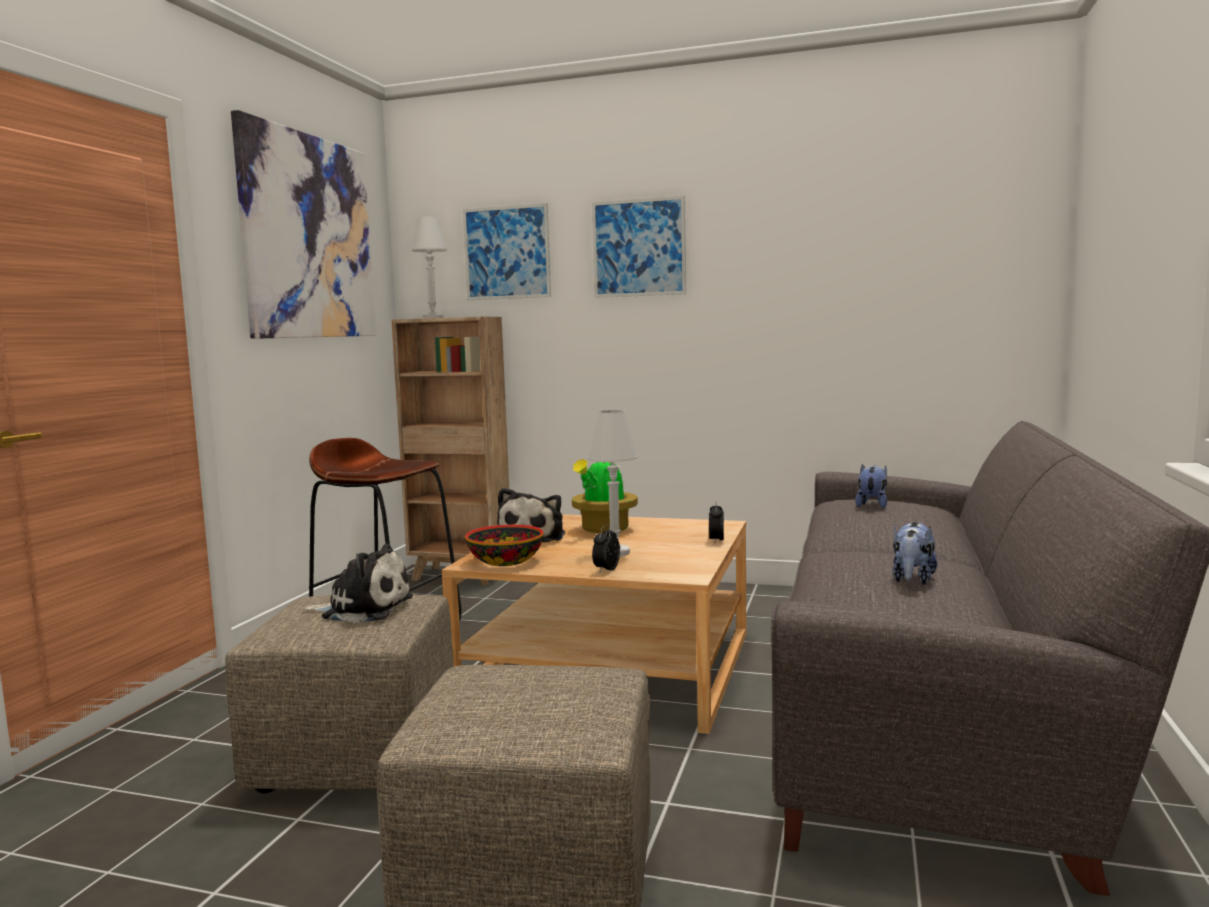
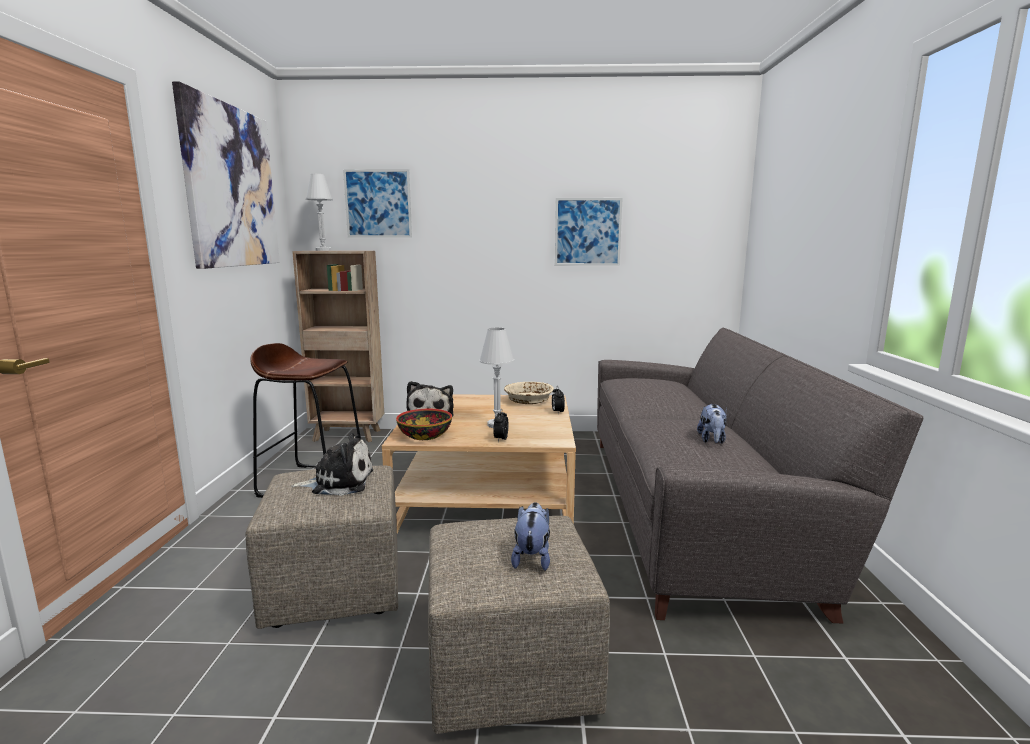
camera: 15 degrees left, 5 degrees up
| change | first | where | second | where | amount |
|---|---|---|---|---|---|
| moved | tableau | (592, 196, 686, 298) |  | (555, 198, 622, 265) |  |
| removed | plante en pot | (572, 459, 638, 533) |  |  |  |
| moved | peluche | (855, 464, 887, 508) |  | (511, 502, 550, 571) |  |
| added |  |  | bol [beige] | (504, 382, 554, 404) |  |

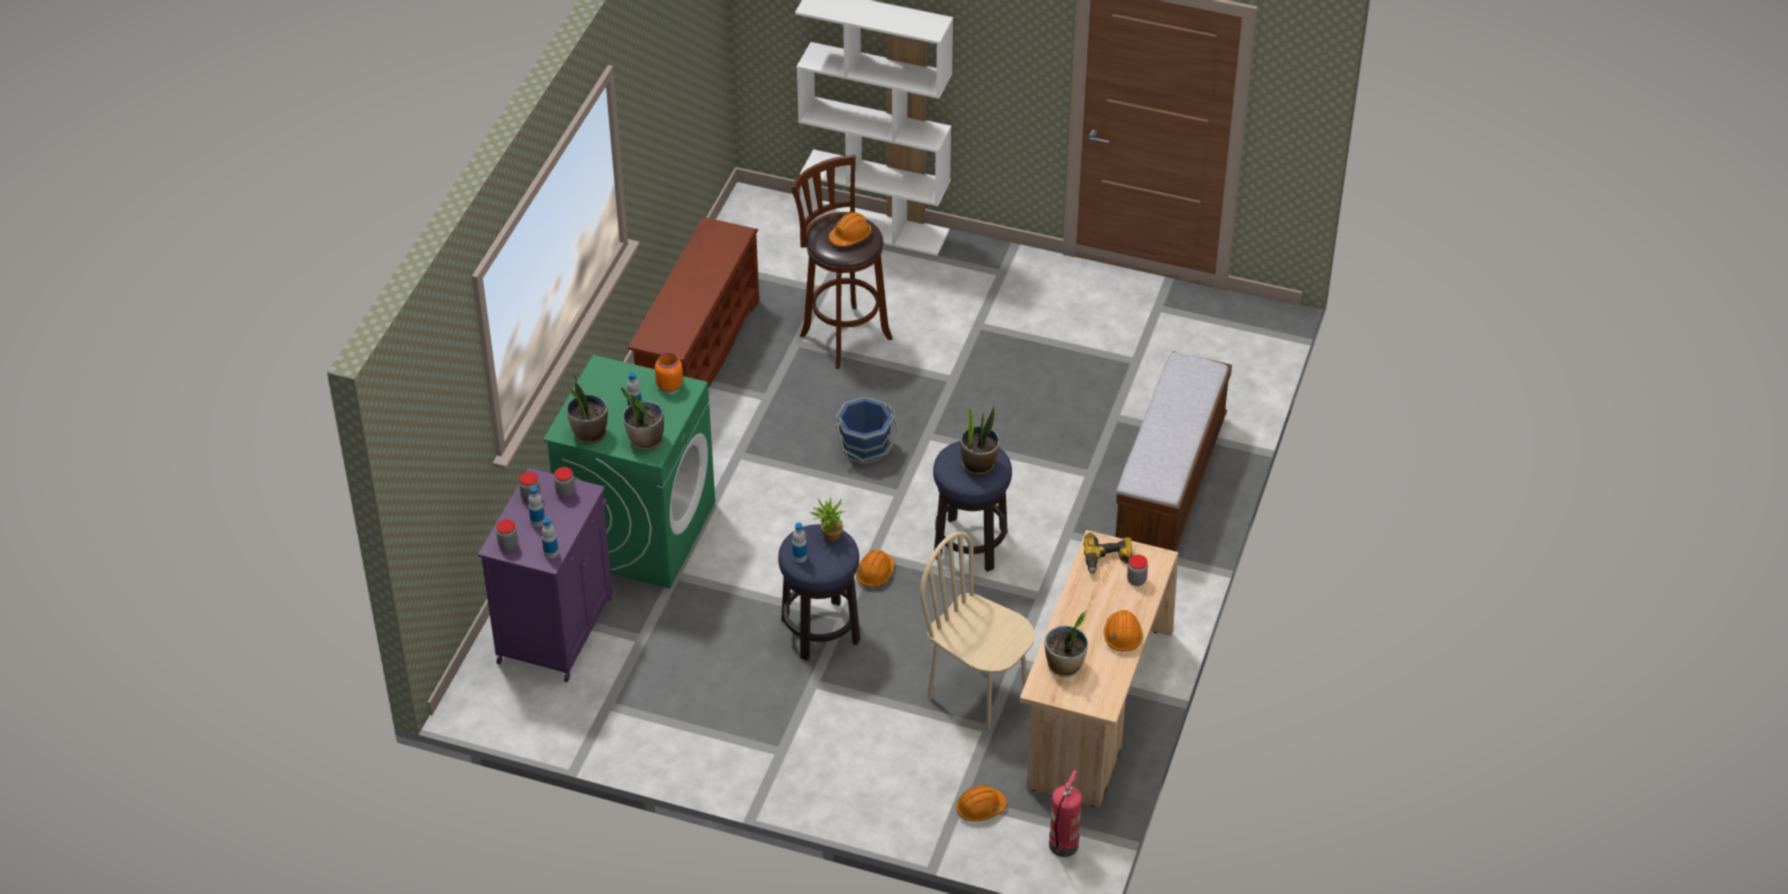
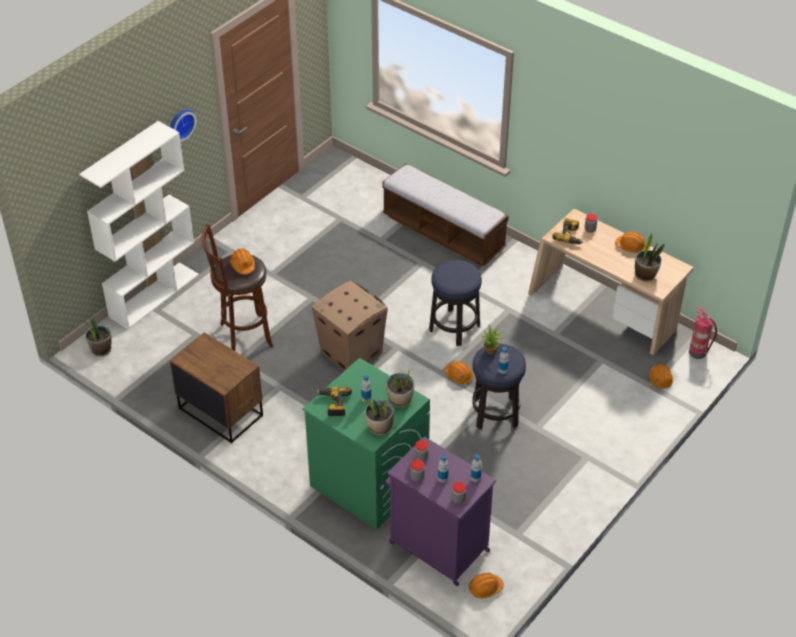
camera: 70 degrees left, 0 degrees up
| change | first | where | second | where | amount |
|---|---|---|---|---|---|
| replaced | étagère à chaussures [marron] | (628, 217, 759, 388) | table de chevet [marron] | (170, 332, 263, 444) |  |
| removed | bocal [orange] | (655, 353, 683, 392) |  |  |  |
| replaced | seau [bleu] | (836, 397, 900, 465) | carton | (312, 280, 388, 371) |  |
| moved | plante en pot | (960, 404, 1000, 475) |  | (84, 312, 112, 356) |  |
| removed | chaise [beige] | (920, 531, 1035, 731) |  |  |  |
| added |  |  | horloge murale | (170, 109, 197, 142) |  |
| added |  |  | perceuse | (316, 387, 352, 416) |  |
| added |  |  | casque de chantier [orange] | (469, 573, 504, 598) |  |

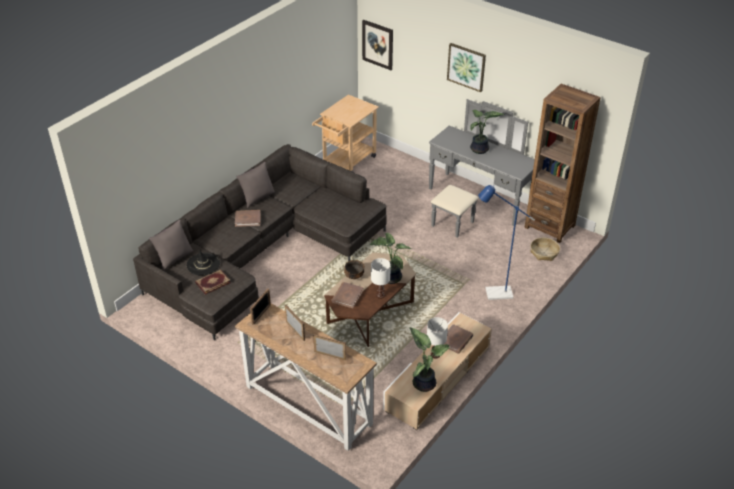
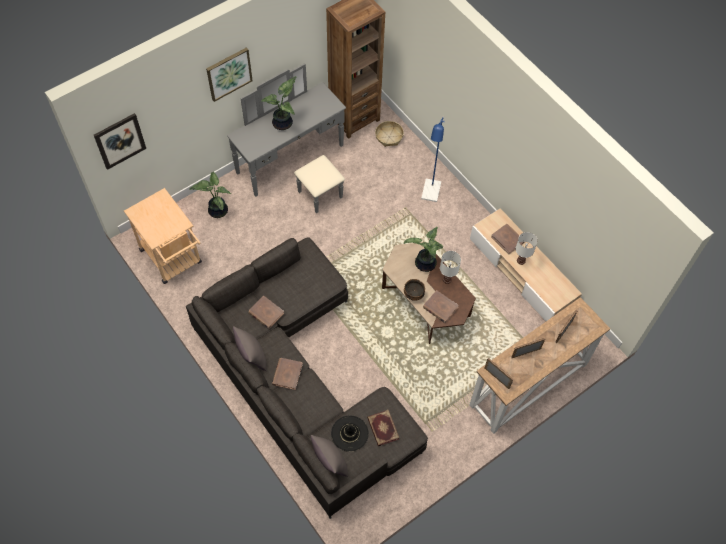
camera: 75 degrees left, 20 degrees up
| change | first | where | second | where | amount |
|---|---|---|---|---|---|
| moved | plante en pot | (409, 328, 450, 392) |  | (189, 172, 231, 218) |  |
| added |  |  | livre [marron] | (248, 296, 284, 329) |  |

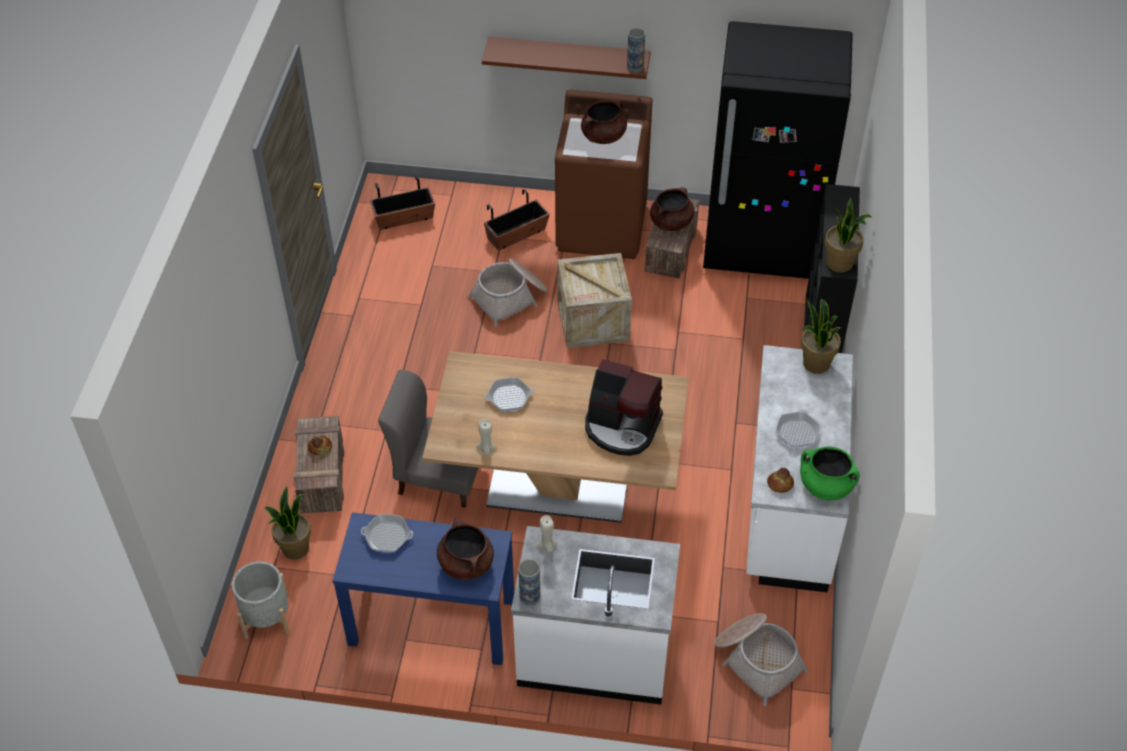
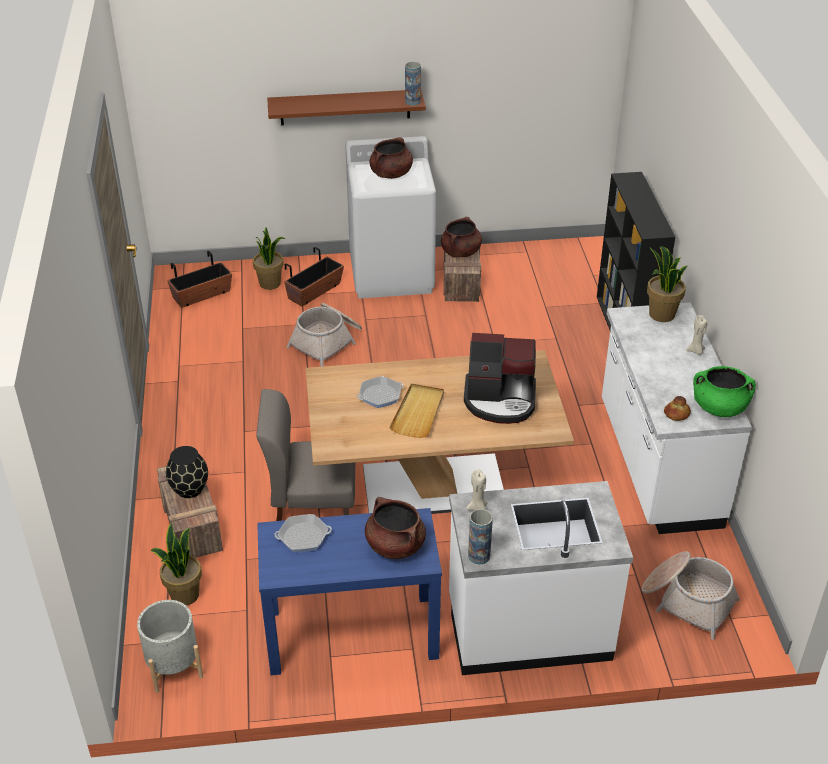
camera: 15 degrees left, 10 degrees down
| change | first | where | second | where | amount |
|---|---|---|---|---|---|
| removed | réfrigérateur [noir] | (703, 21, 853, 279) |  |  |  |
| recoloured | lave-linge [marron] | (555, 90, 653, 259) | lave-linge [blanc] | (345, 136, 436, 298) |  |
| moved | plante en pot | (825, 198, 872, 273) |  | (253, 227, 285, 290) |  |
| removed | caisse | (557, 253, 632, 348) |  |  |  |
| removed | poêle | (776, 410, 820, 449) |  |  |  |
| moved | bougie [beige] | (476, 419, 497, 455) |  | (686, 315, 707, 355) |  |
| replaced | pain | (308, 436, 332, 455) | vase [noir] | (166, 446, 208, 498) |  |
| added |  |  | plateau [beige] | (389, 383, 444, 438) |  |

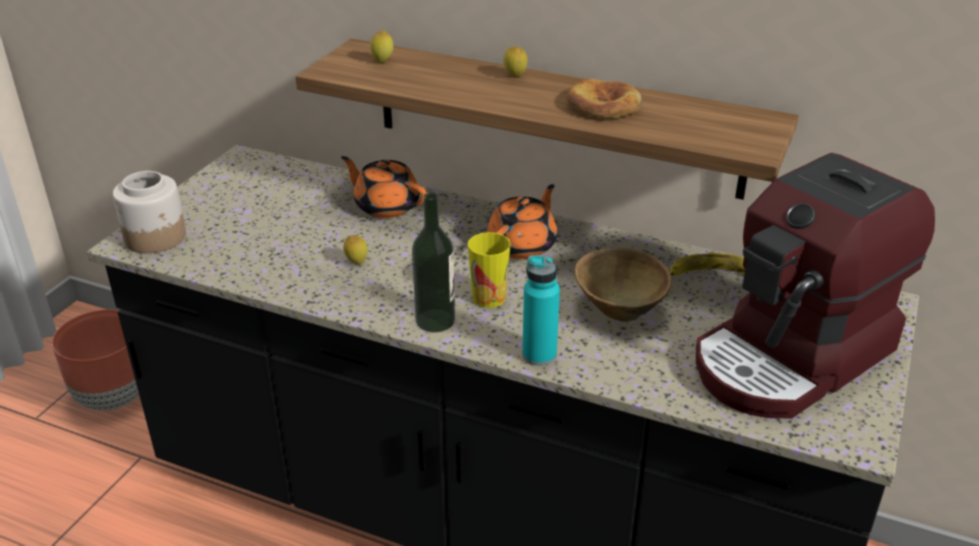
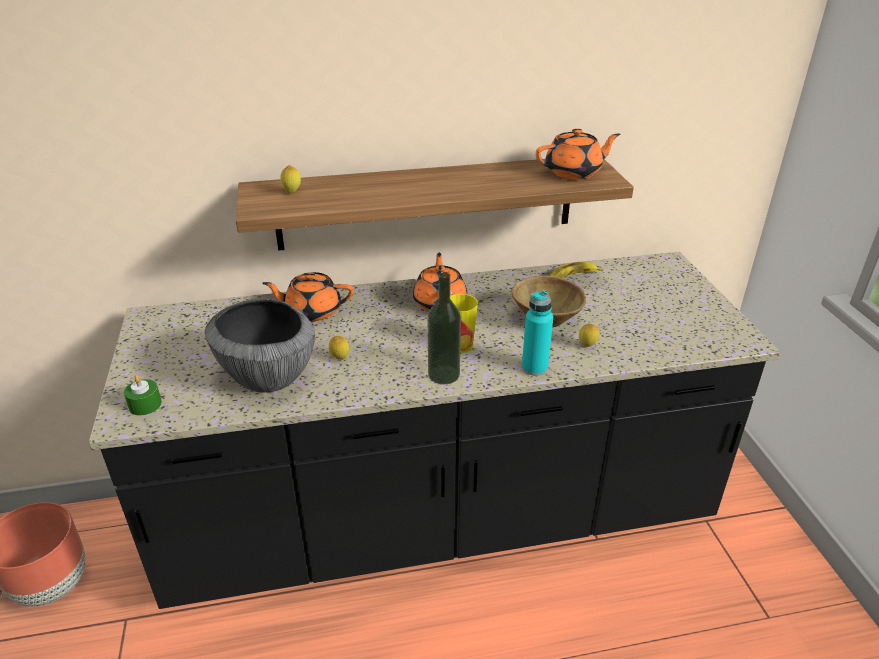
camera: 35 degrees left, 0 degrees up
| change | first | where | second | where | amount |
|---|---|---|---|---|---|
| moved | citron | (503, 46, 527, 77) |  | (579, 324, 599, 347) |  |
| removed | pain | (566, 79, 642, 119) |  |  |  |
| removed | machine à café | (696, 153, 935, 418) |  |  |  |
| replaced | bocal | (113, 171, 186, 253) | bougie [vert] | (124, 375, 162, 416) |  |
| added |  |  | théière [orange] | (536, 128, 620, 179) |  |
| added |  |  | bol | (205, 298, 315, 393) |  |

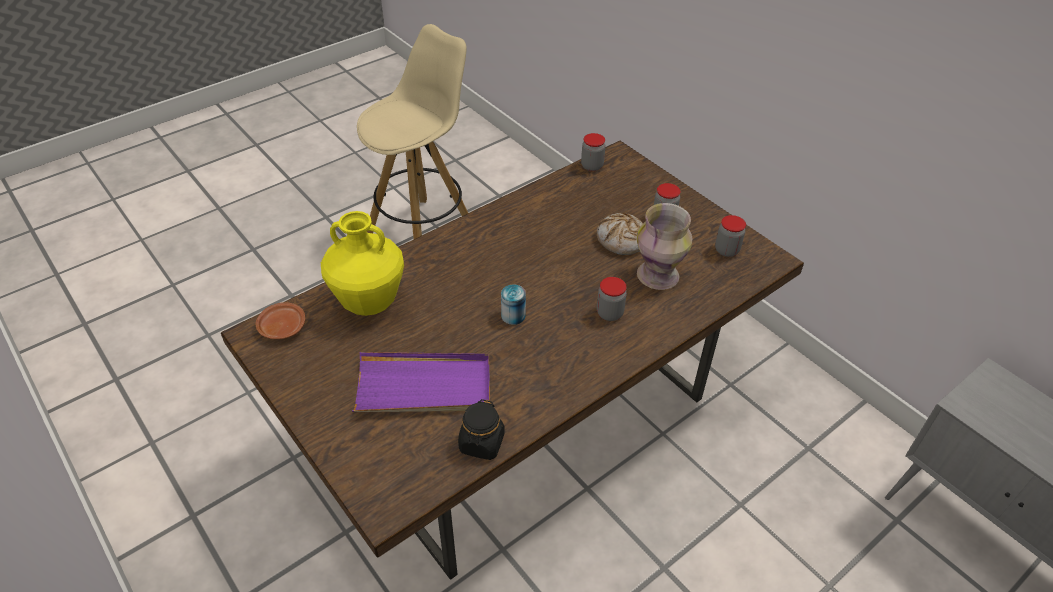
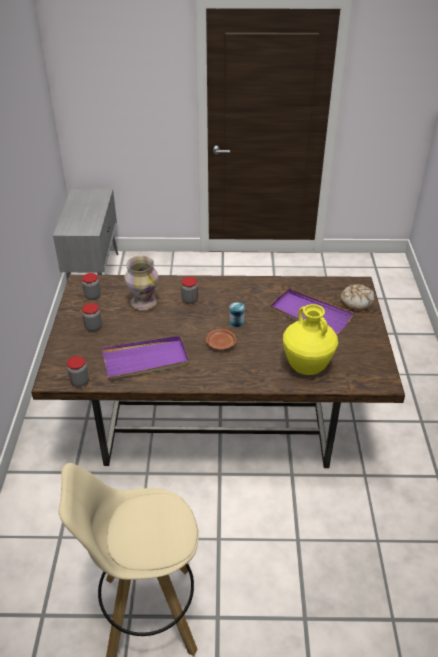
camera: 140 degrees left, 5 degrees down
| change | first | where | second | where | amount |
|---|---|---|---|---|---|
| moved | pain | (597, 213, 643, 255) |  | (341, 284, 375, 310) |  |
| moved | assiette [marron] | (256, 302, 306, 339) |  | (206, 329, 236, 350) |  |
| removed | bocal [noir] | (458, 399, 505, 460) |  |  |  |
| added |  |  | plateau [violet] | (102, 336, 189, 379) |  |

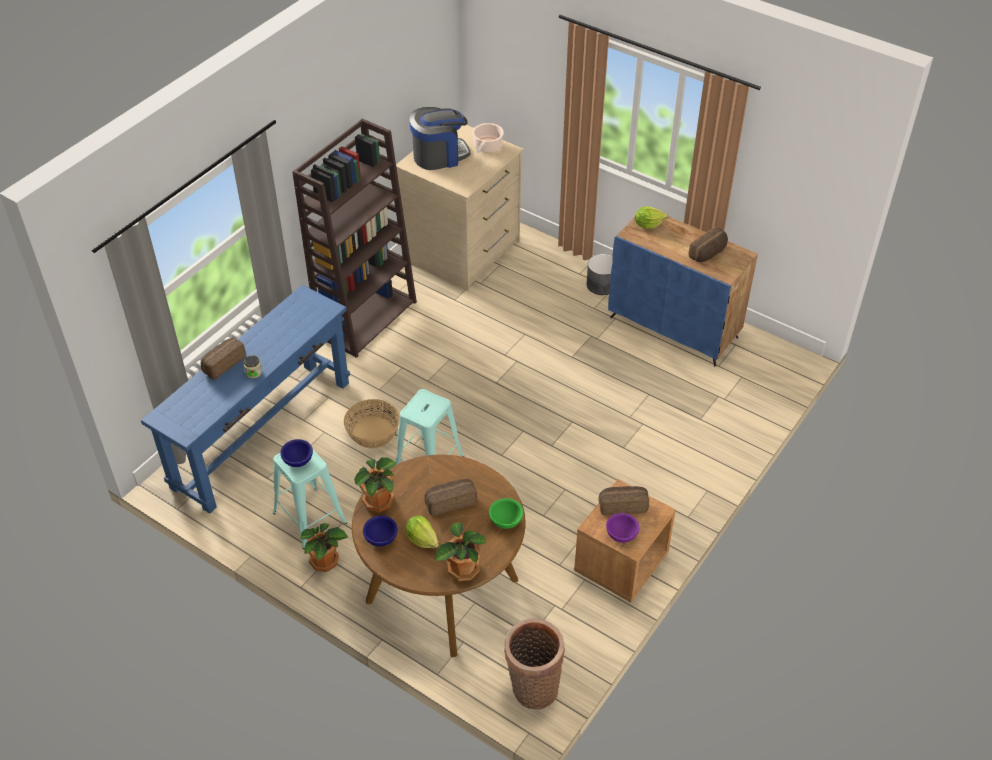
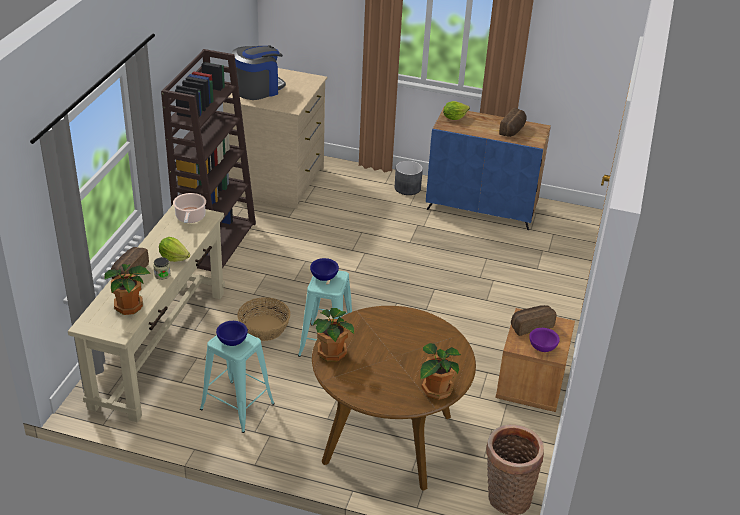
camera: 20 degrees left, 10 degrees down
| change | first | where | second | where | amount |
|---|---|---|---|---|---|
| moved | marmite | (472, 123, 504, 153) |  | (173, 193, 206, 223) |  |
| recoloured | table console [bleu] | (141, 285, 350, 514) | table console [beige] | (68, 205, 225, 423) |  |
| removed | pain | (424, 479, 477, 516) |  |  |  |
| removed | bol [vert] | (489, 498, 523, 529) |  |  |  |
| moved | bol [bleu] | (363, 515, 398, 547) |  | (310, 258, 339, 281) |  |
| moved | laitue | (406, 516, 439, 548) |  | (159, 237, 190, 262) |  |
| moved | plante en pot | (300, 523, 348, 572) |  | (104, 264, 151, 315) |  |

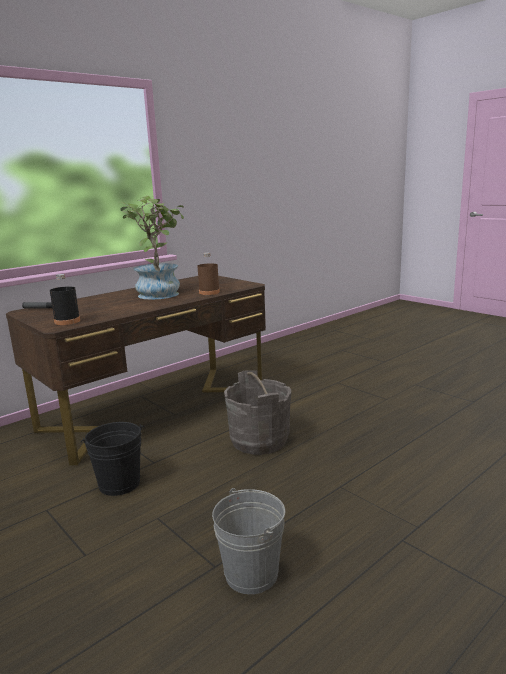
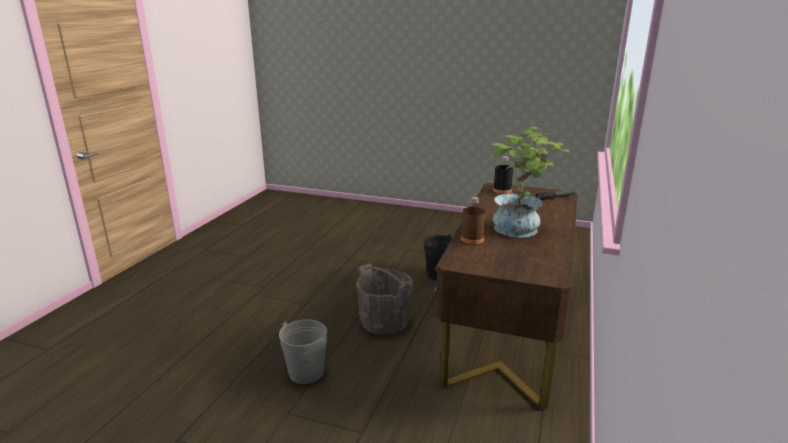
camera: 150 degrees right, 5 degrees up
| change | first | where | second | where | amount |
|---|---|---|---|---|---|
| moved | seau [gris] | (212, 488, 285, 594) |  | (279, 319, 327, 384) |  |

